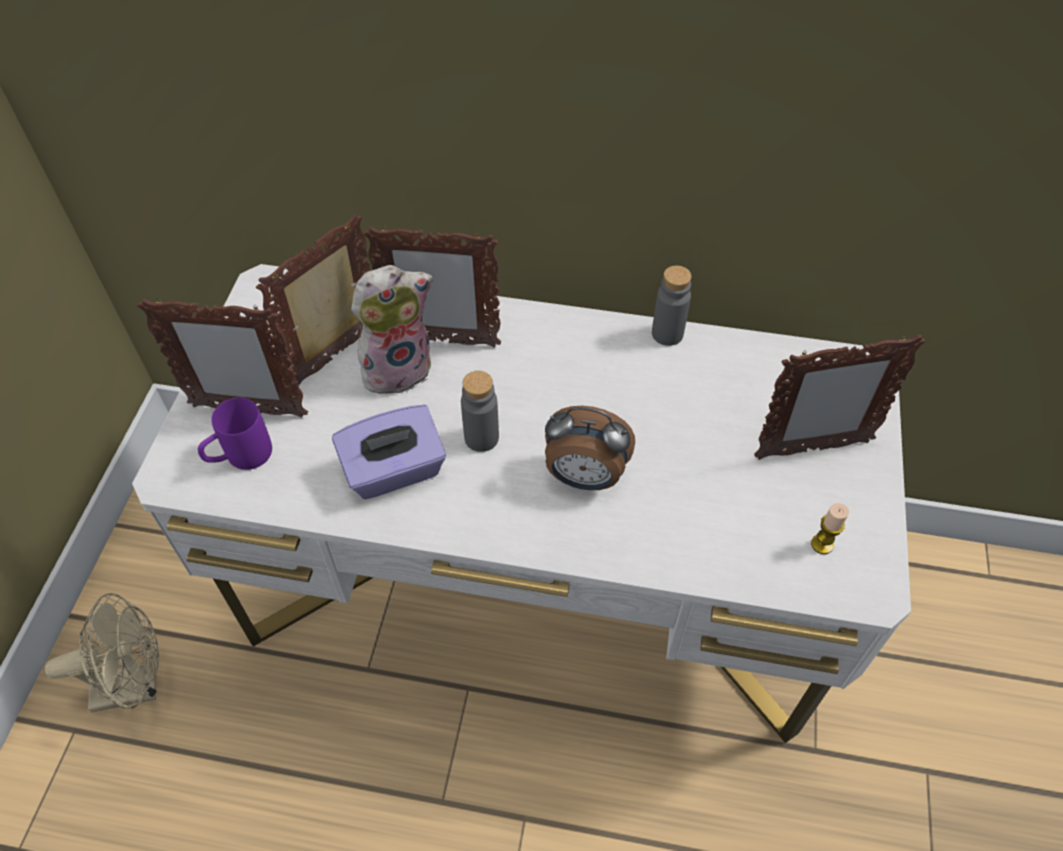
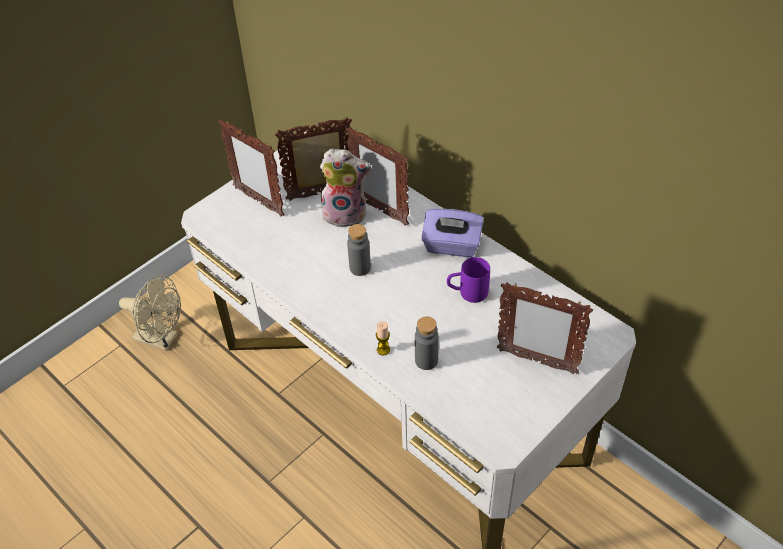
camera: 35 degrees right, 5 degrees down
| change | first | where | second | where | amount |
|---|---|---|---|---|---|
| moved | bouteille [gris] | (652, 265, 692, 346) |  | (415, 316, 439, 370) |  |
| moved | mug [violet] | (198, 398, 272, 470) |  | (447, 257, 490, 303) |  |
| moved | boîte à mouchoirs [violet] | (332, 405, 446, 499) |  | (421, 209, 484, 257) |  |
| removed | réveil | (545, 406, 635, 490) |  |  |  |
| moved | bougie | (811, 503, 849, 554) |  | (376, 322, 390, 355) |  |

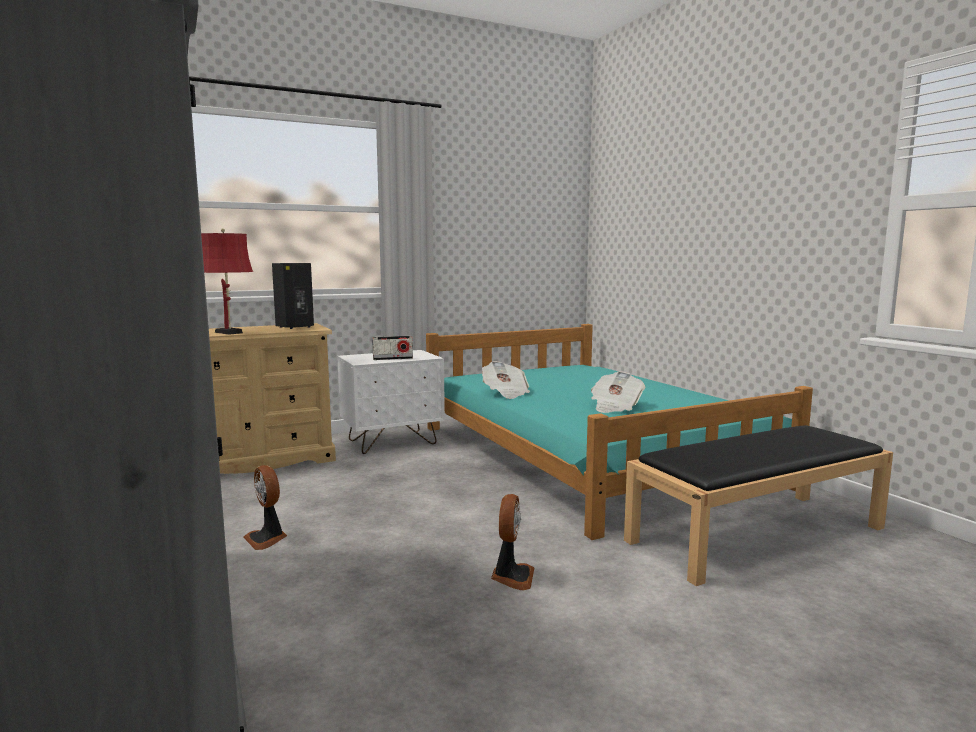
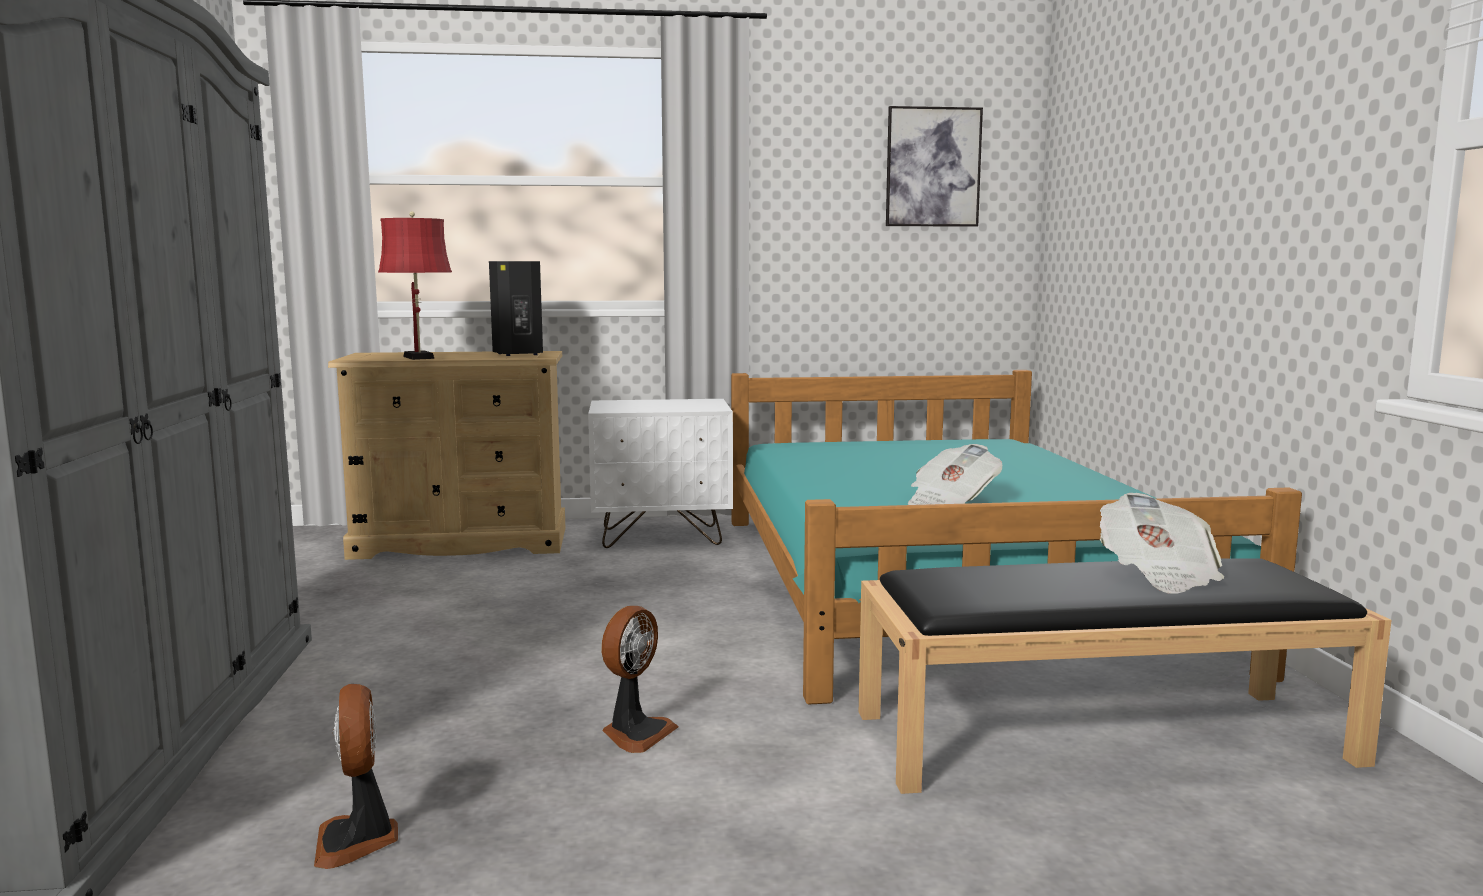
camera: 20 degrees right, 0 degrees up
| change | first | where | second | where | amount |
|---|---|---|---|---|---|
| removed | radio | (372, 336, 413, 360) |  |  |  |
| moved | journal | (482, 361, 530, 399) |  | (1100, 493, 1224, 594) |  |
| moved | ventilateur | (243, 465, 287, 550) |  | (314, 684, 398, 869) |  |
| added |  |  | tableau | (886, 106, 983, 227) |  |

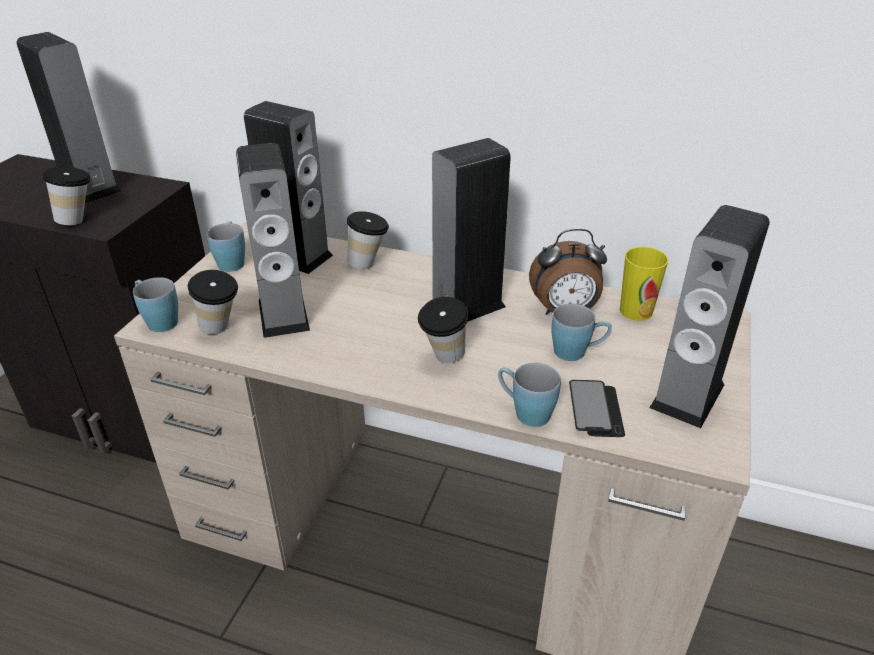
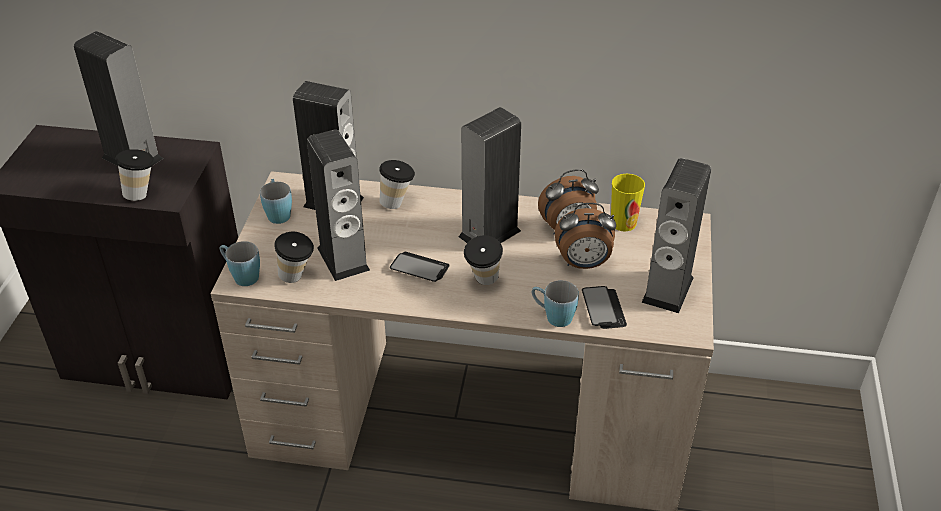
camera: 10 degrees left, 5 degrees up
| change | first | where | second | where | amount |
|---|---|---|---|---|---|
| replaced | mug [bleu] | (552, 303, 612, 361) | réveil | (555, 203, 616, 269) |  |
| added |  |  | téléphone | (390, 252, 449, 282) |  |

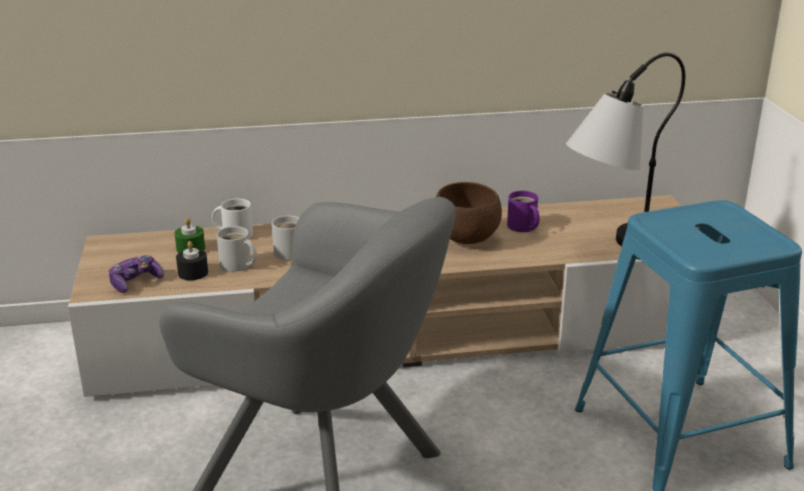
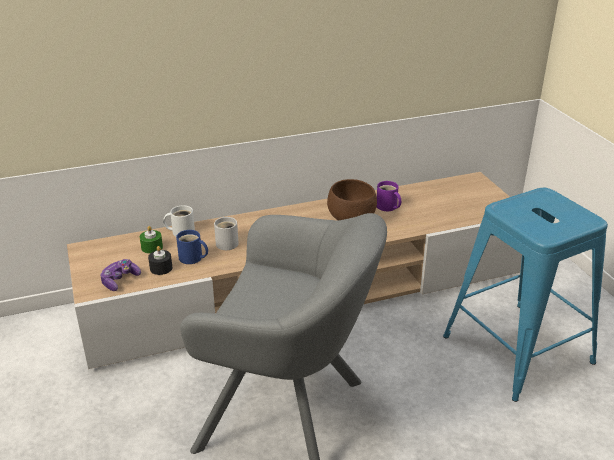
camera: 10 degrees left, 5 degrees up
| change | first | where | second | where | amount |
|---|---|---|---|---|---|
| removed | lampe de table | (566, 53, 685, 247) |  |  |  |
| recoloured | mug [blanc] | (217, 226, 257, 272) | mug [bleu] | (176, 230, 208, 264) |  |

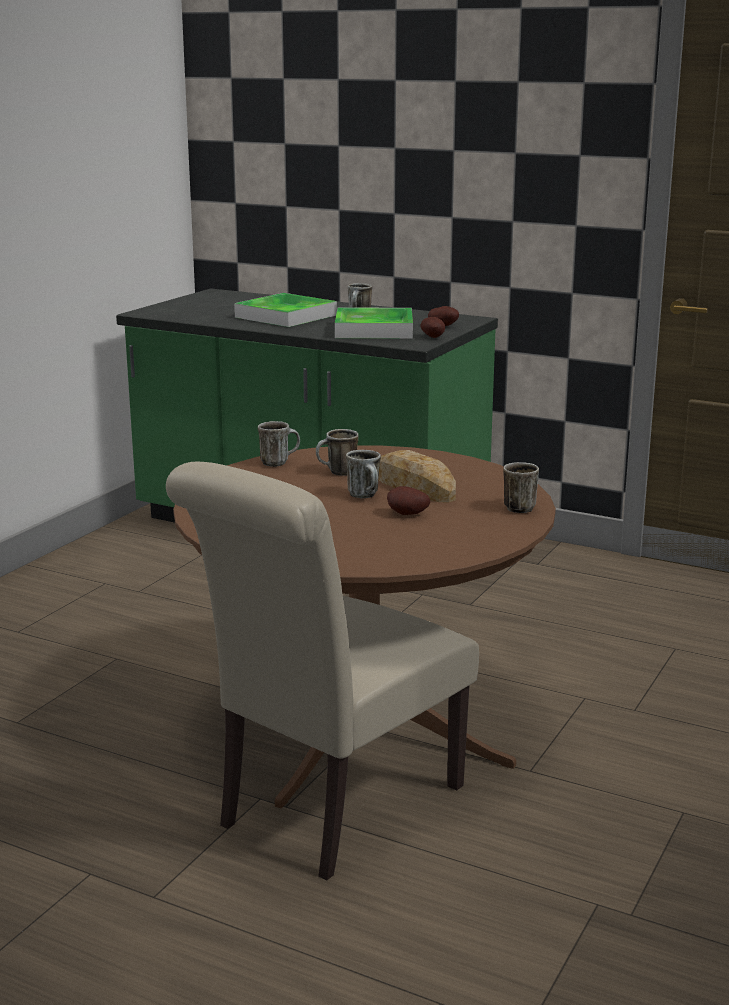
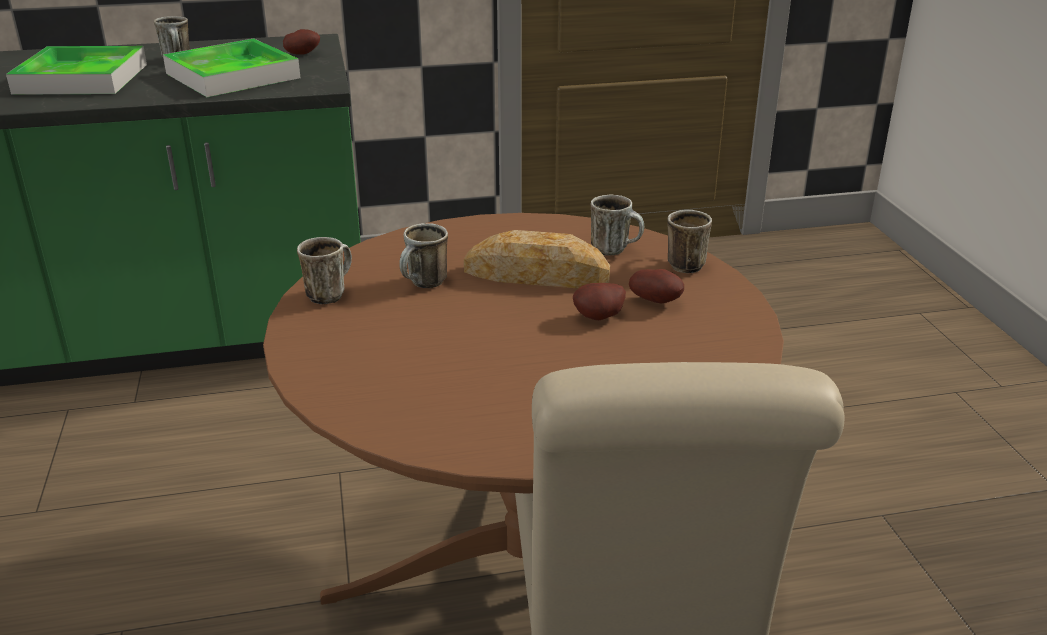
camera: 40 degrees left, 10 degrees up
| change | first | where | second | where | amount |
|---|---|---|---|---|---|
| moved | pomme de terre | (420, 317, 445, 338) |  | (629, 269, 684, 303) |  |
| moved | mug | (346, 450, 381, 498) |  | (591, 195, 644, 256) |  |

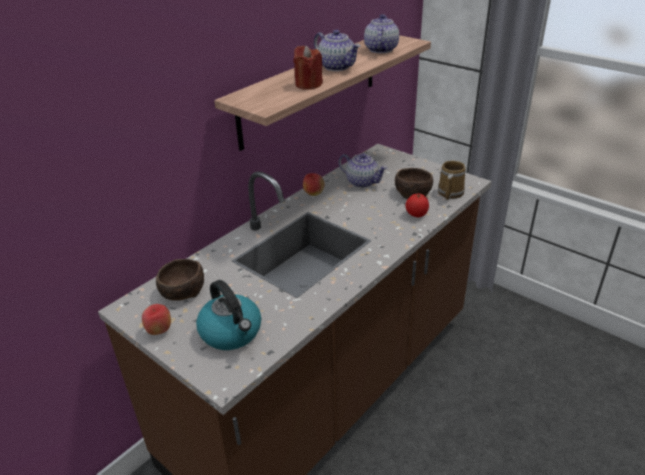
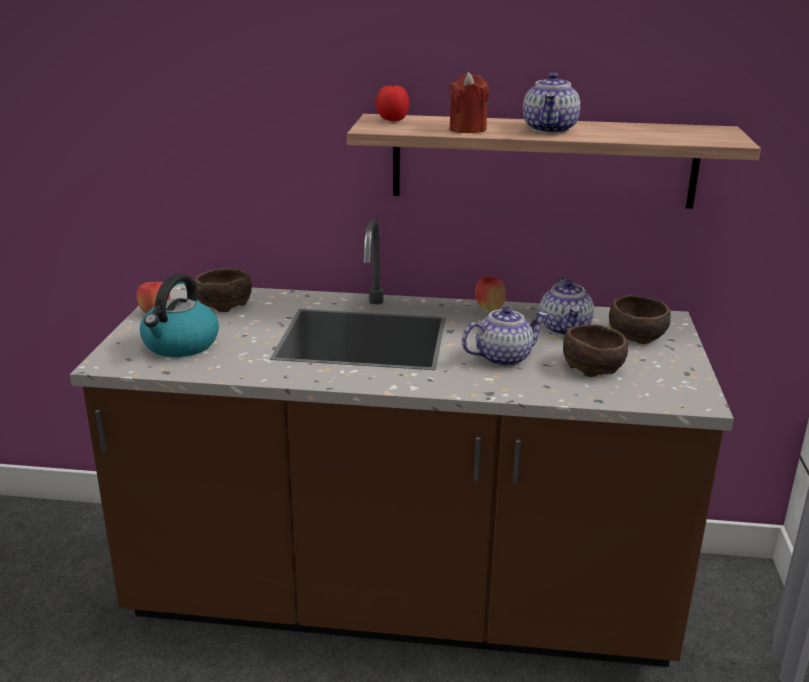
camera: 55 degrees right, 10 degrees down
| change | first | where | second | where | amount |
|---|---|---|---|---|---|
| moved | théière | (364, 14, 399, 53) |  | (462, 306, 548, 367) |  |
| removed | mug | (438, 161, 466, 200) |  |  |  |
| moved | tomate | (405, 194, 429, 217) |  | (376, 84, 409, 121) |  |
| added |  |  | bol [marron] | (609, 295, 671, 344) |  |

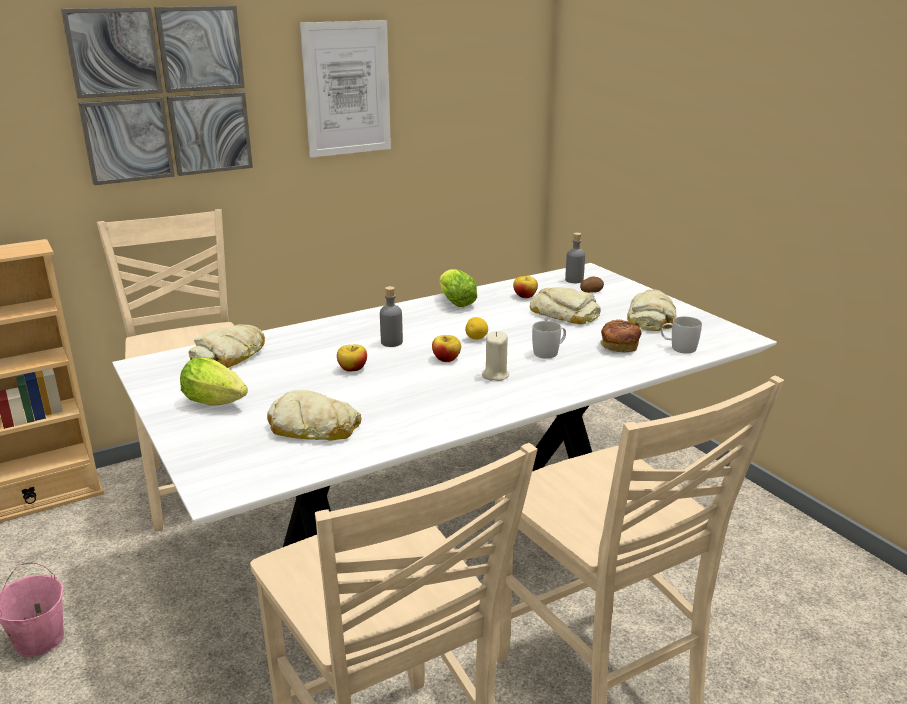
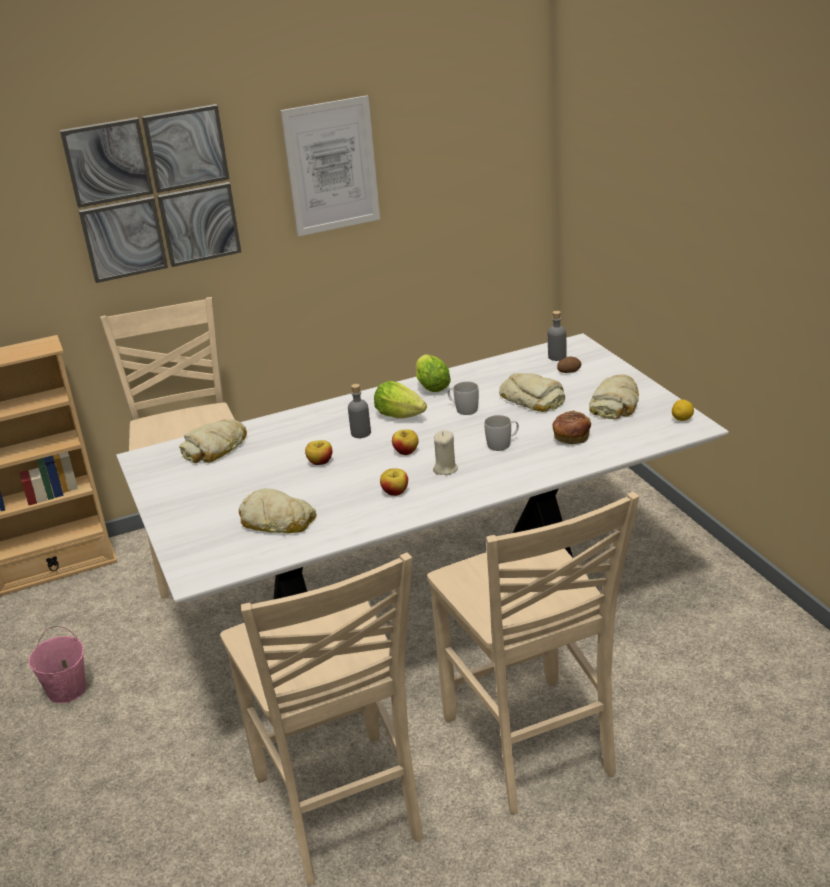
camera: 10 degrees right, 5 degrees up
| change | first | where | second | where | amount |
|---|---|---|---|---|---|
| moved | pomme | (513, 276, 538, 298) |  | (380, 468, 408, 496) |  |
| moved | mug [blanc] | (661, 316, 702, 354) |  | (448, 382, 479, 415) |  |
| moved | citron | (465, 317, 488, 340) |  | (672, 400, 694, 421) |  |
| moved | laitue | (180, 357, 248, 405) |  | (374, 381, 427, 418) |  |

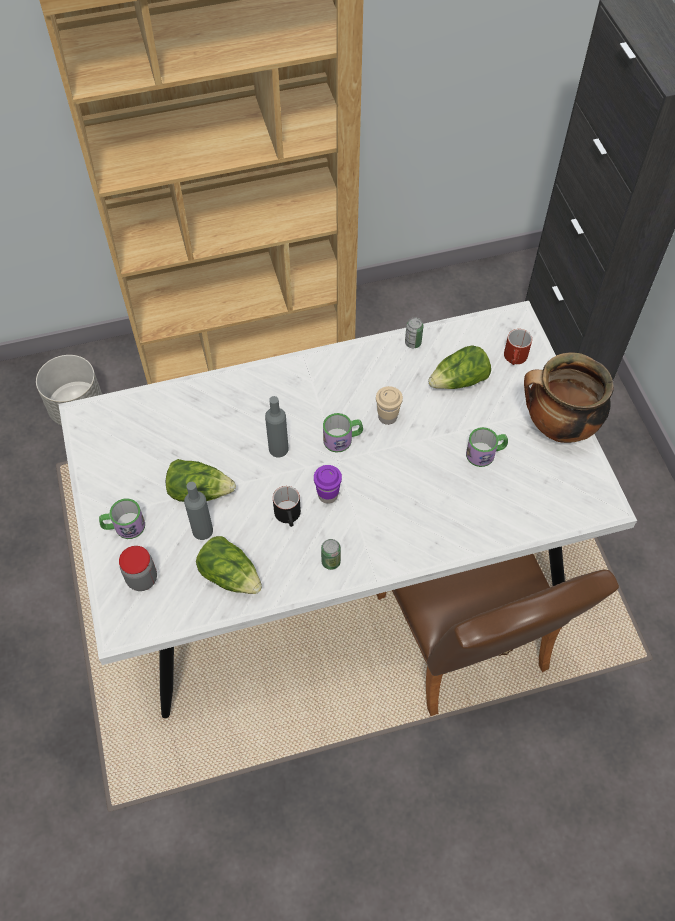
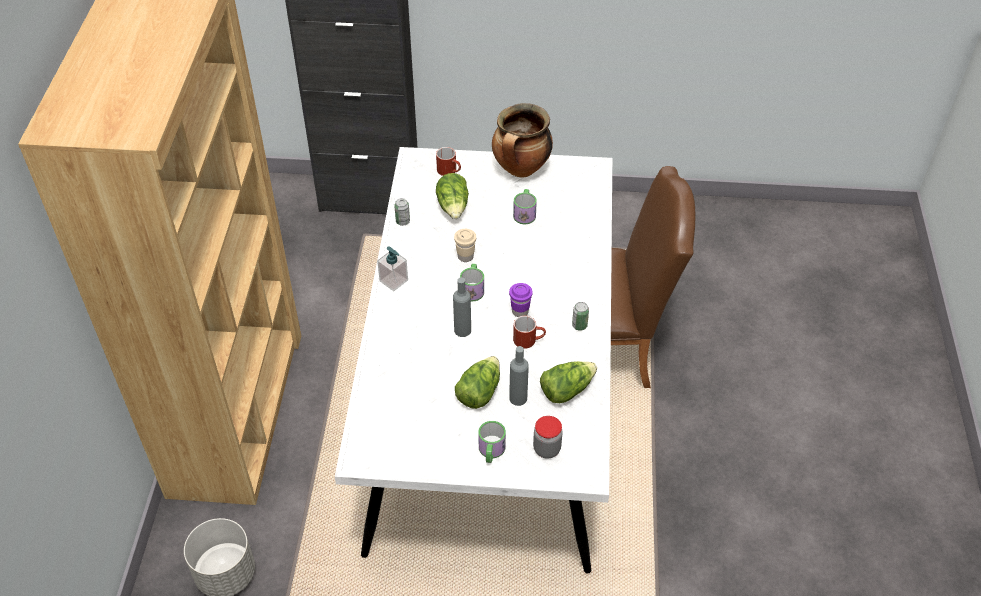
camera: 70 degrees left, 10 degrees down
| change | first | where | second | where | amount |
|---|---|---|---|---|---|
| recoloured | mug [noir] | (273, 486, 301, 527) | mug [rouge] | (513, 316, 546, 349) |  |
| added |  |  | distributeur de savon | (377, 246, 408, 291) |  |

